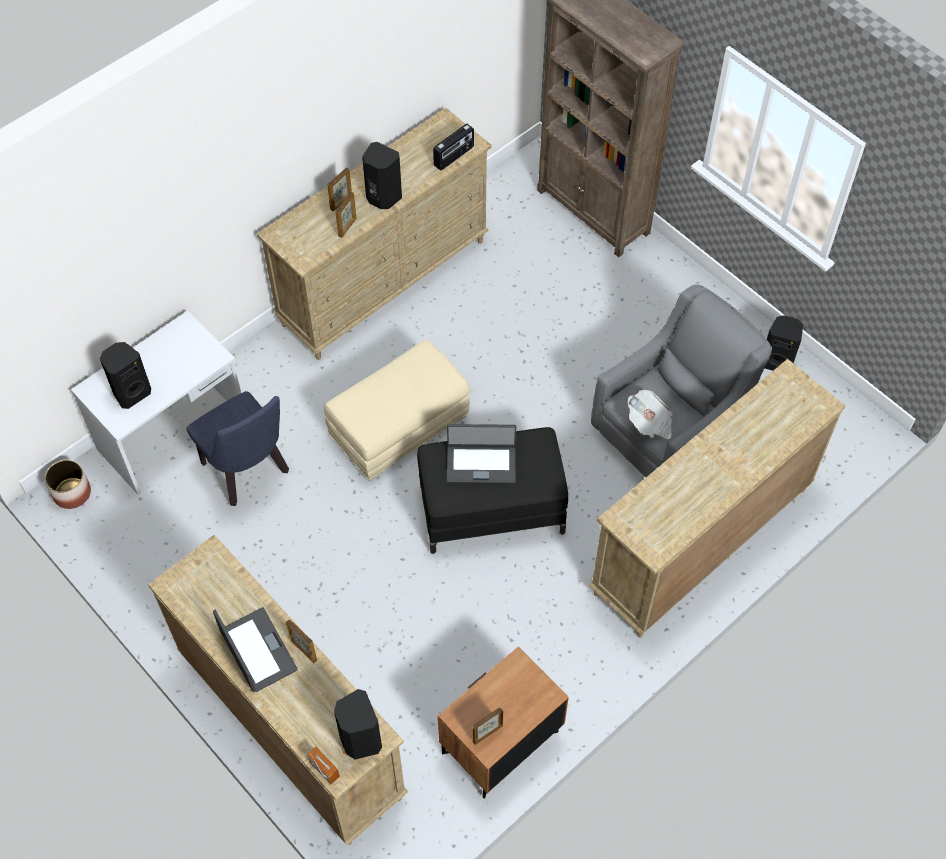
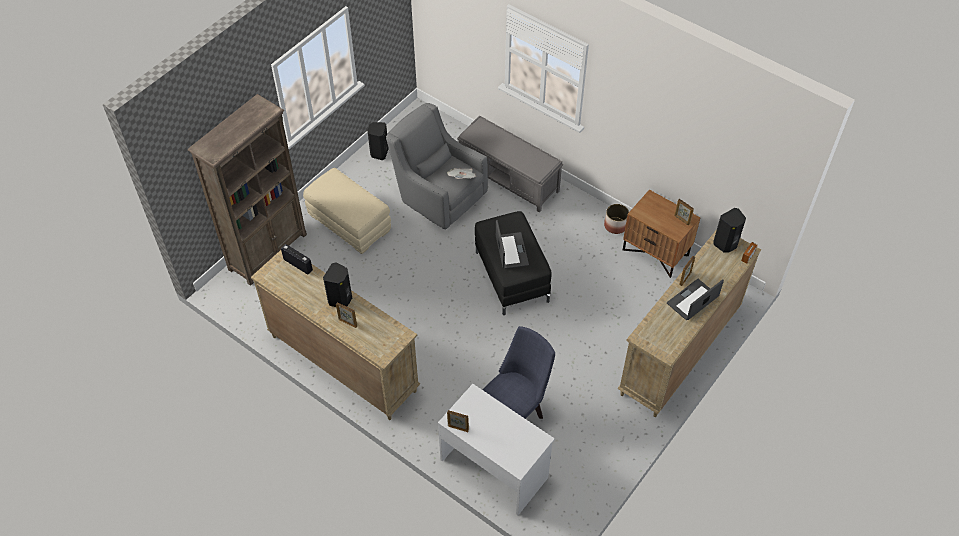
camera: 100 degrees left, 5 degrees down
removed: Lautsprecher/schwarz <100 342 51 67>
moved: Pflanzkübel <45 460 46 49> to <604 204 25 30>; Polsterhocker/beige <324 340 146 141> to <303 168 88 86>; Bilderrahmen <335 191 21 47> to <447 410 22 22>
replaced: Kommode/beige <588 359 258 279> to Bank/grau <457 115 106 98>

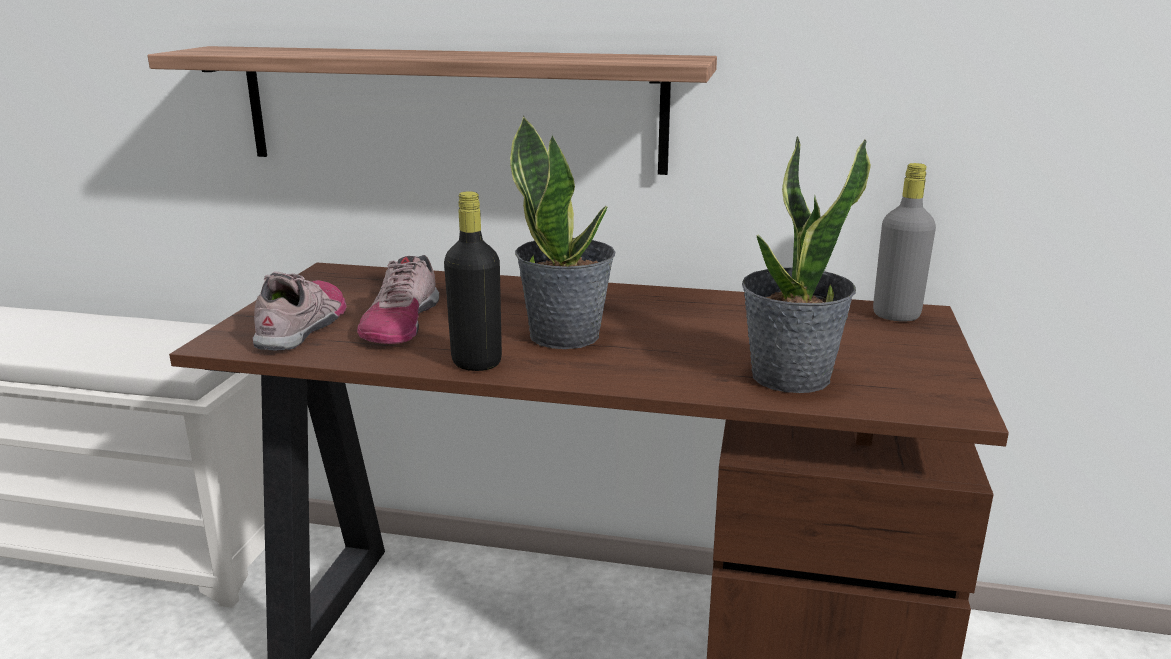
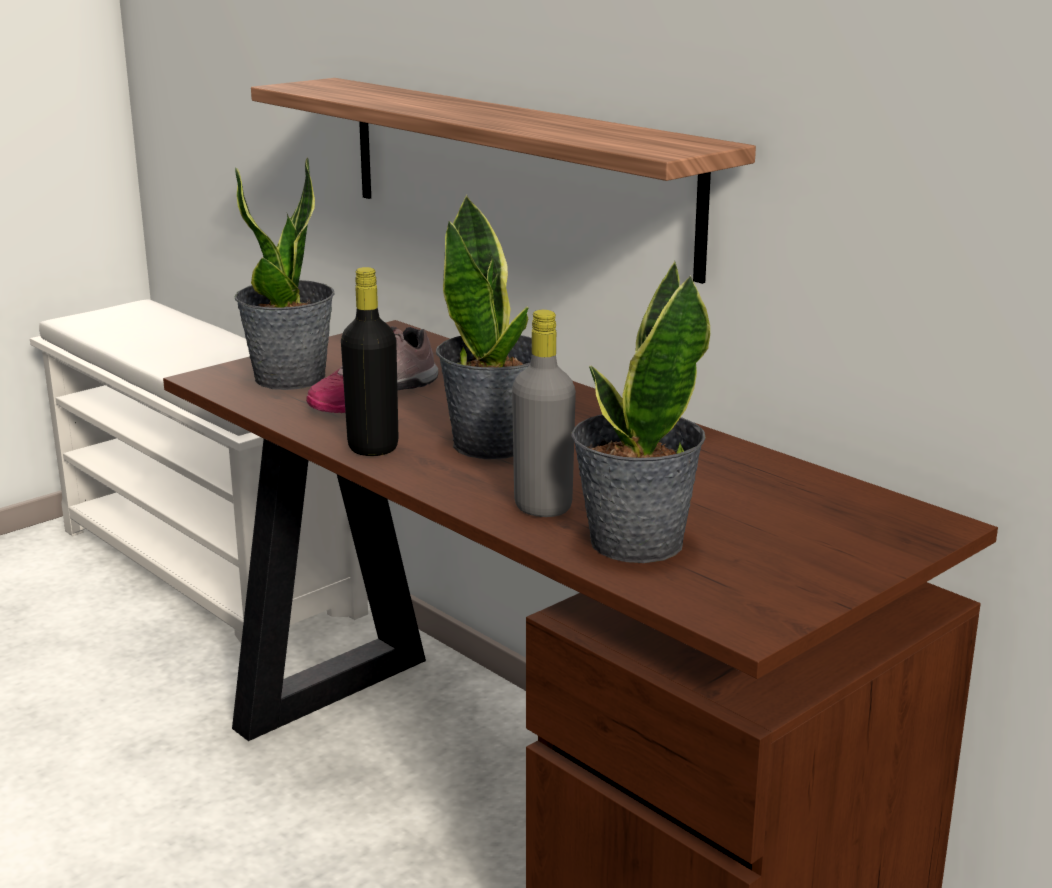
camera: 35 degrees right, 0 degrees up
moved: Flasche/grau <873 163 63 159> to <512 310 64 207>
replaced: Schuh <253 272 93 79> to Topfpflanze <234 157 100 233>

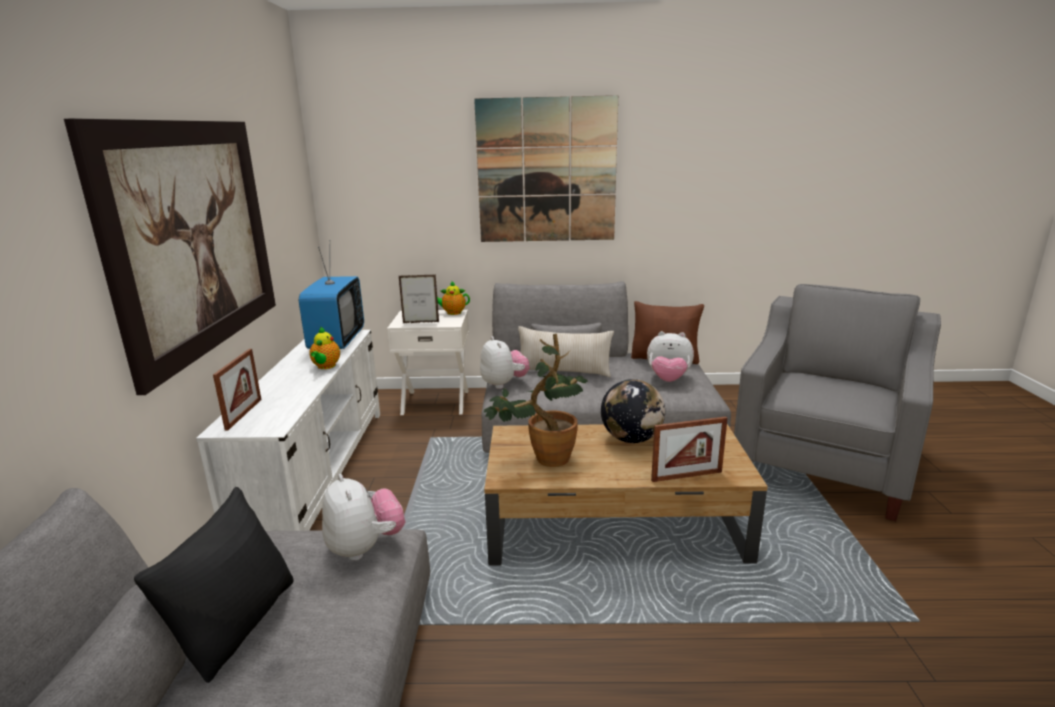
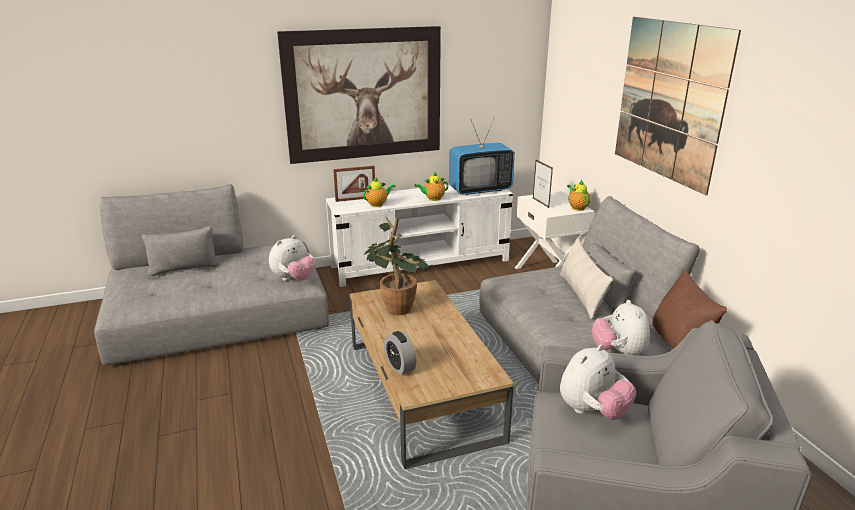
camera: 70 degrees right, 5 degrees up
removed: Kissen/schwarz <134 487 159 196>; Globus <601 379 64 64>
added: Teekanne <363 176 32 31>
moved: Plüschtier <480 336 50 53> to <560 344 76 76>
replaced: Bilderrahmen <651 417 76 65> to Wecker <384 331 32 44>

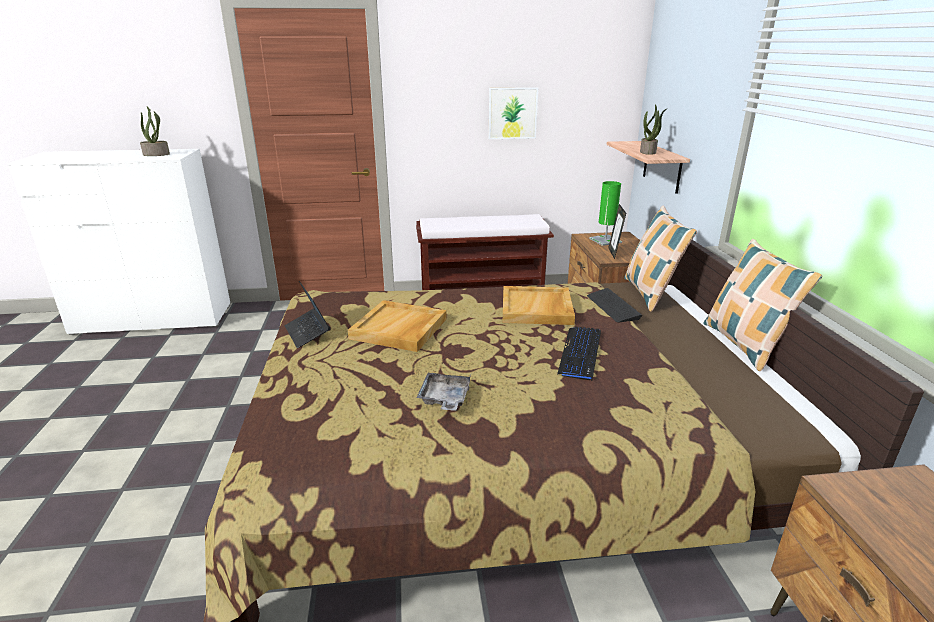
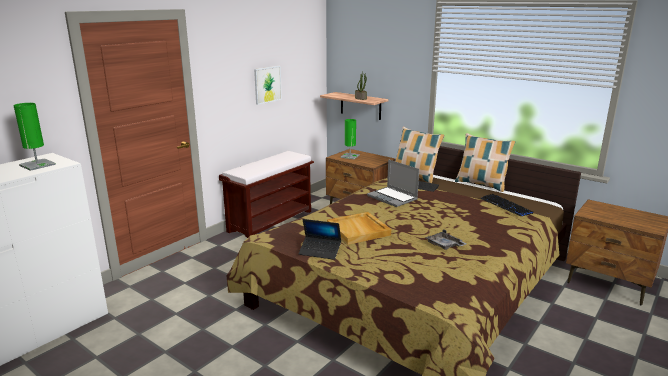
camera: 45 degrees left, 5 degrees down
removed: Bilderrahmen <608 204 18 55>
moved: Tastatur <557 327 44 54> to <480 194 53 22>
replaced: Topfpflanze <140 106 30 50> to Tischlampe/grün <13 103 43 68>; Tablett/beige <503 286 72 39> to Laptop <367 159 52 48>

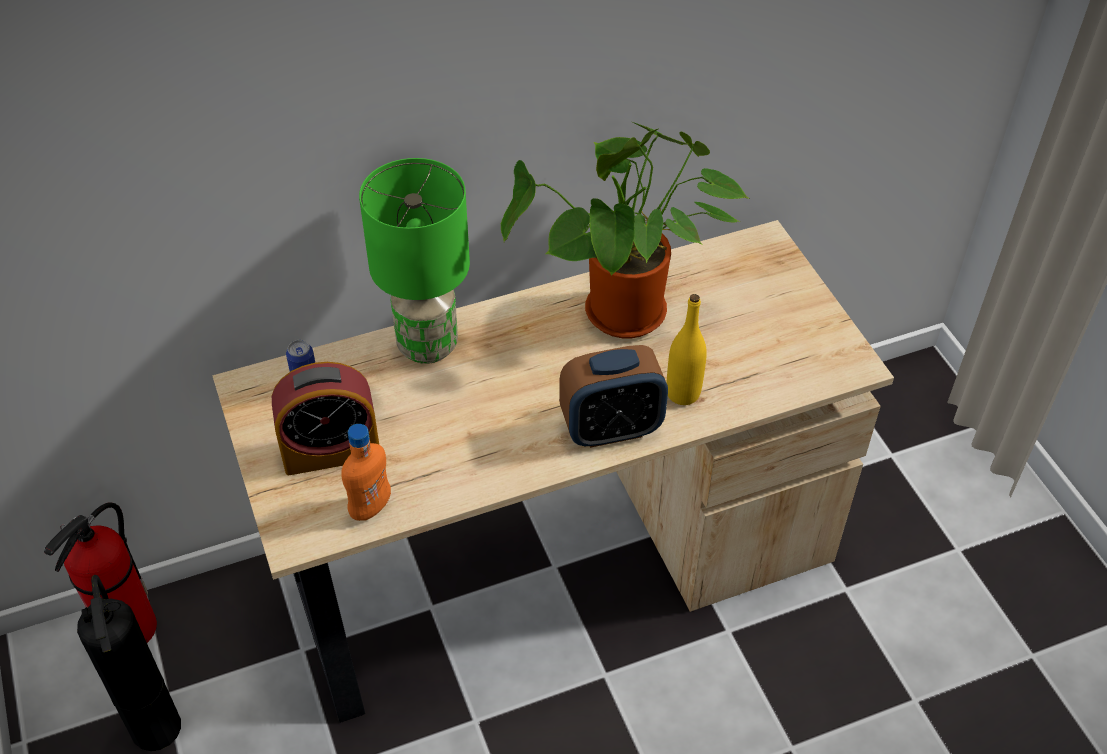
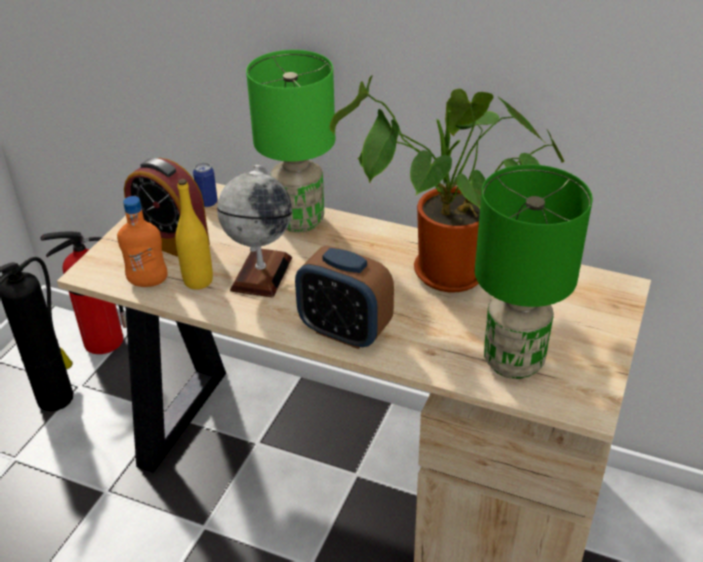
camera: 45 degrees right, 10 degrees down
added: Globus <217 165 75 133>; Tischlampe/grün <475 165 118 214>
moved: Flasche/gelb <667 294 40 111> to <175 179 38 111>

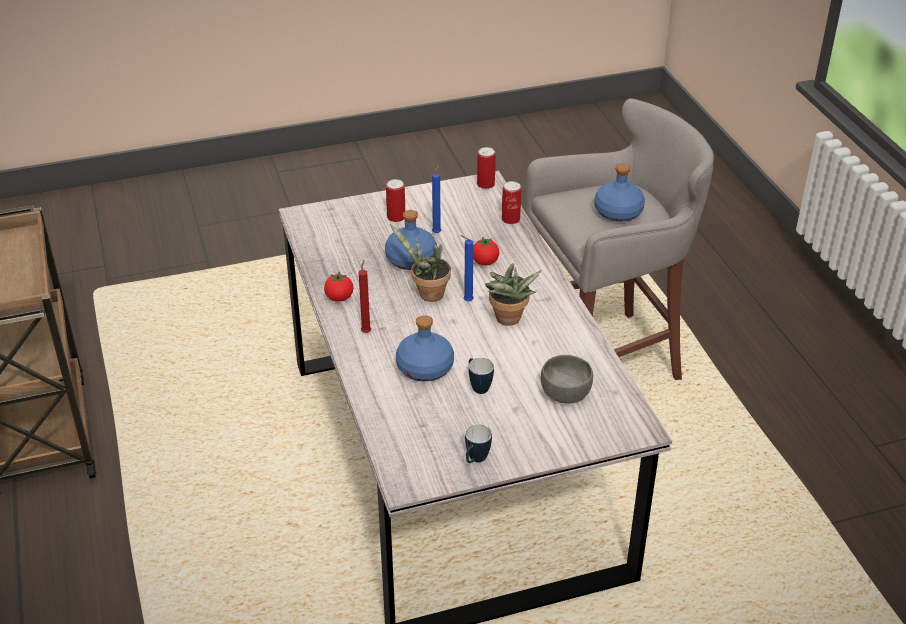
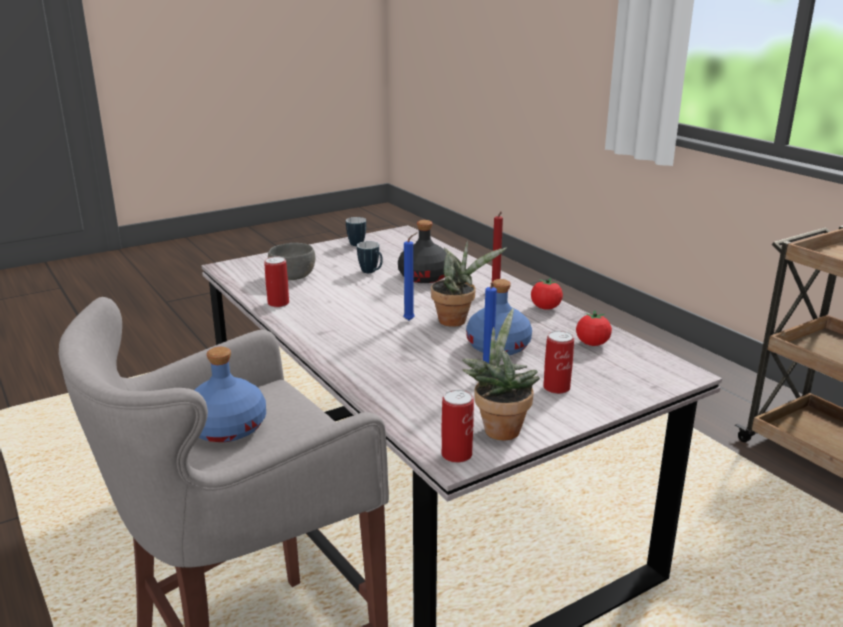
camera: 165 degrees right, 15 degrees down
moved: Tomate <473 237 26 29> to <576 310 36 36>; Topfpflanze <485 263 57 63> to <462 308 78 133>; Dose <502 181 19 43> to <264 256 25 51>
recoloured: Flasche/blau <396 315 58 67> to Flasche/schwarz <398 220 53 63>

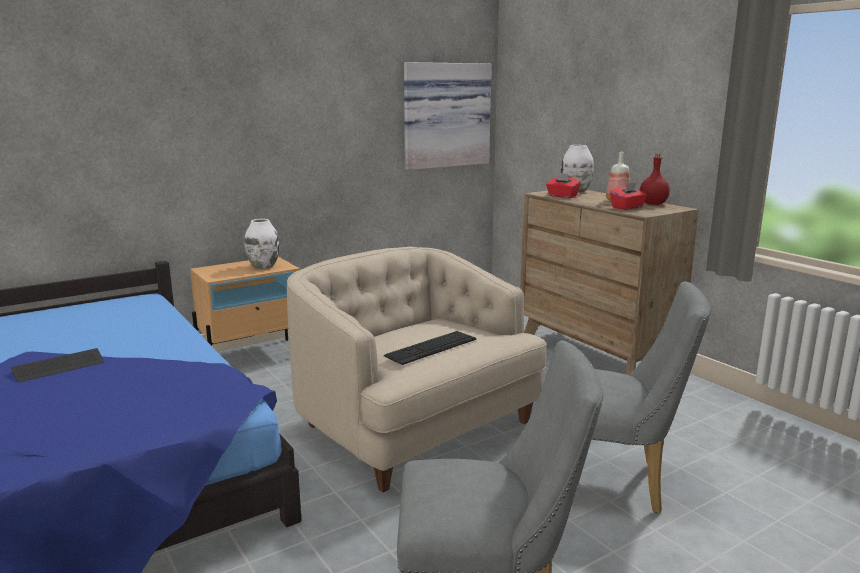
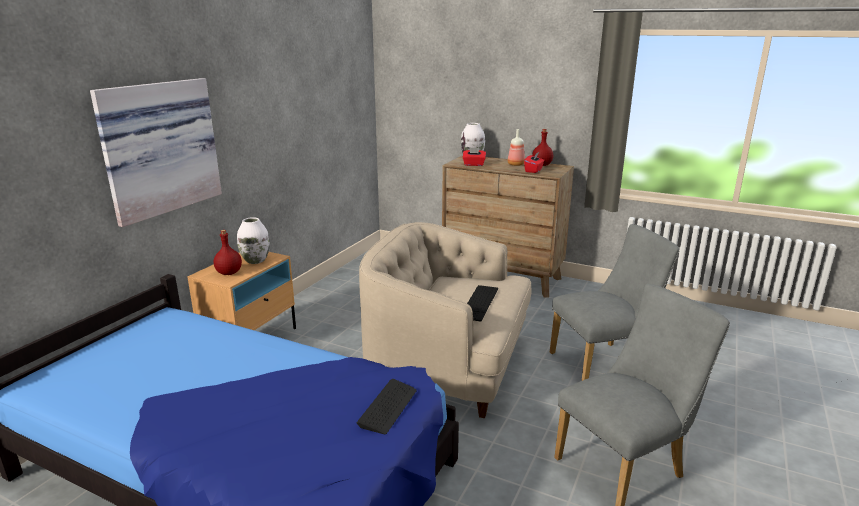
camera: 30 degrees left, 5 degrees up
added: Flasche/rot <214 230 28 45>
moved: Tastatur <10 348 94 34> to <356 379 61 56>; Bild <404 62 87 108> to <90 78 132 149>

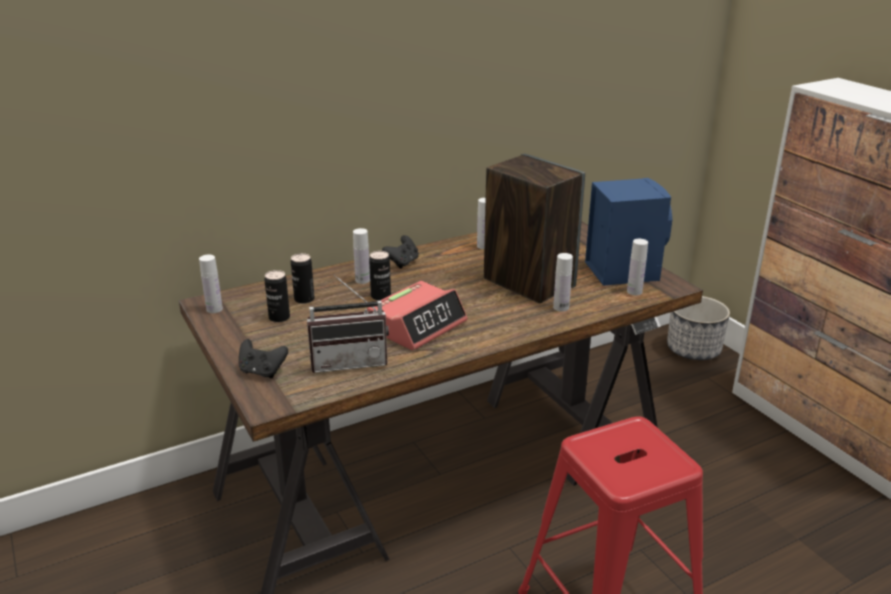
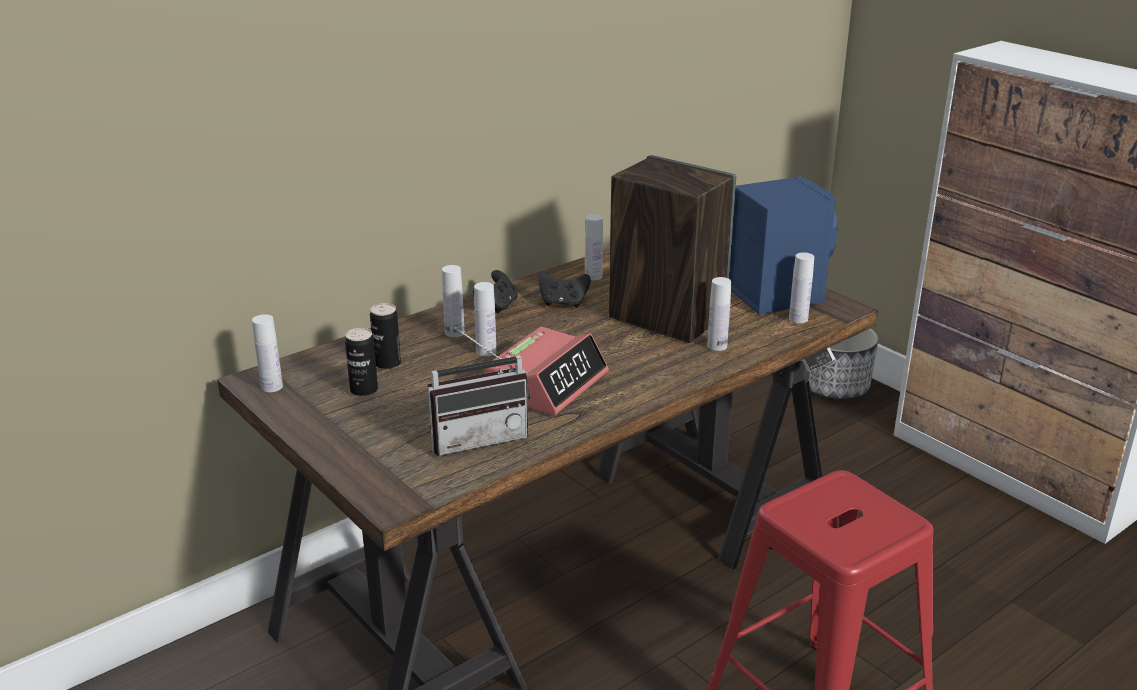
camera: 10 degrees left, 0 degrees up
moved: Gamepad/schwarz <239 339 49 39> to <539 271 52 37>
replaced: Dose <369 251 22 50> to Flasche/weiß <474 282 22 74>

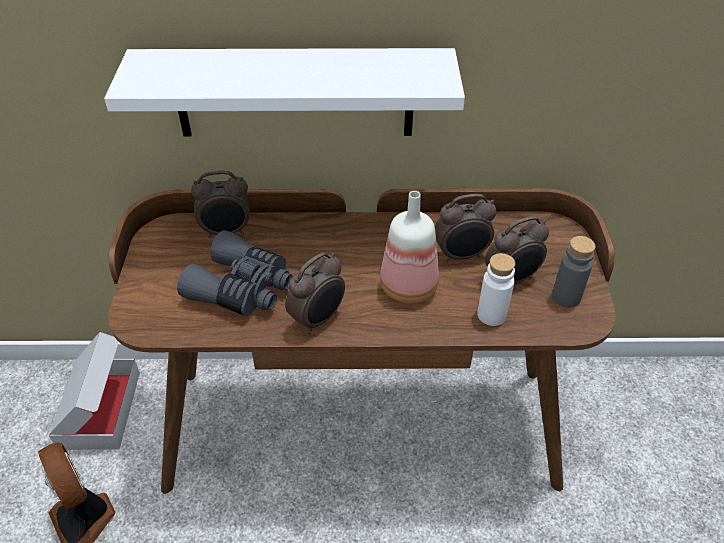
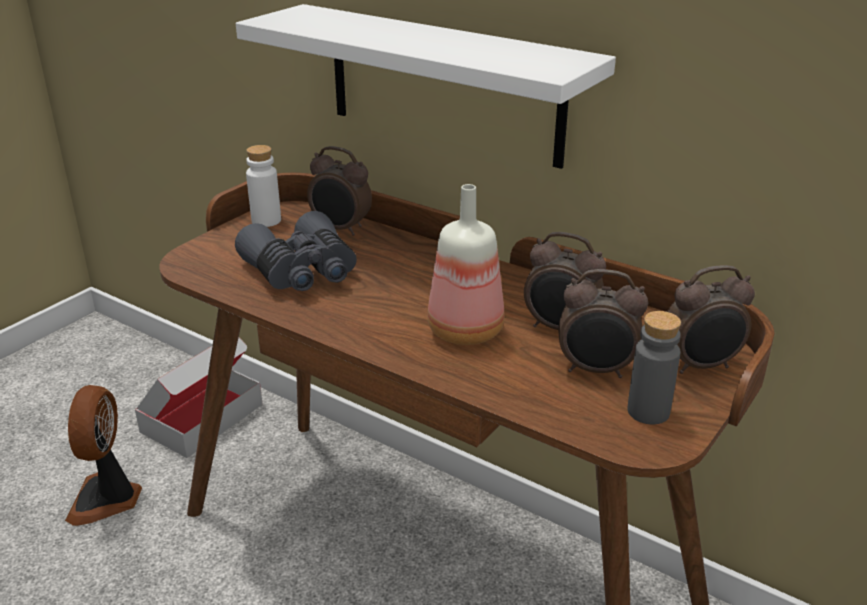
camera: 35 degrees right, 15 degrees down
moved: Wecker <285 252 60 82> to <667 265 88 109>; Flasche/weiß <477 253 38 73> to <246 145 35 82>

